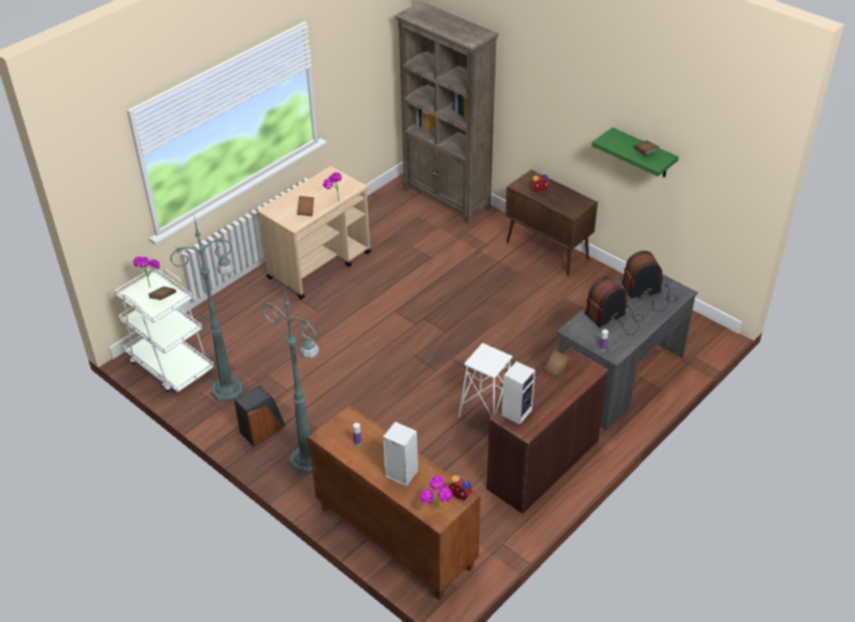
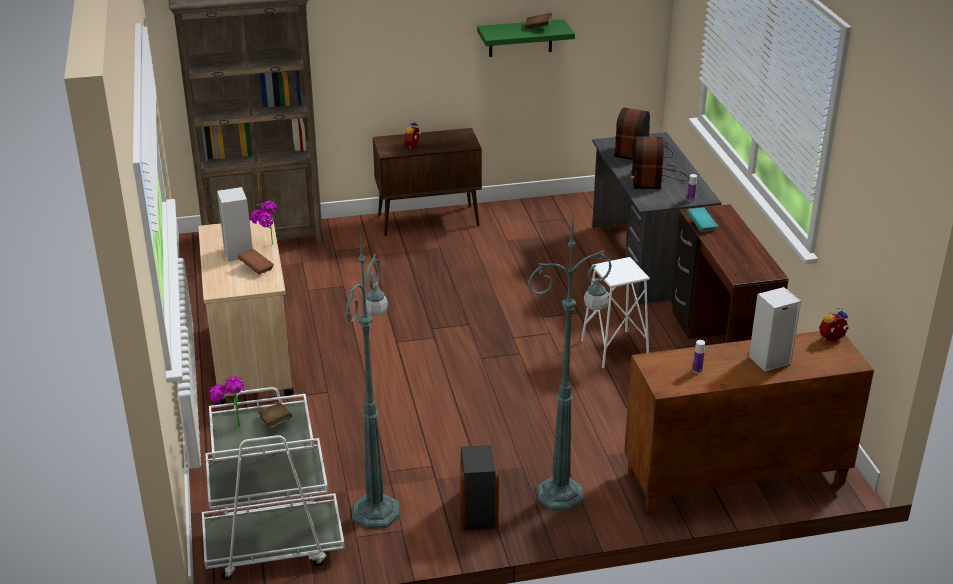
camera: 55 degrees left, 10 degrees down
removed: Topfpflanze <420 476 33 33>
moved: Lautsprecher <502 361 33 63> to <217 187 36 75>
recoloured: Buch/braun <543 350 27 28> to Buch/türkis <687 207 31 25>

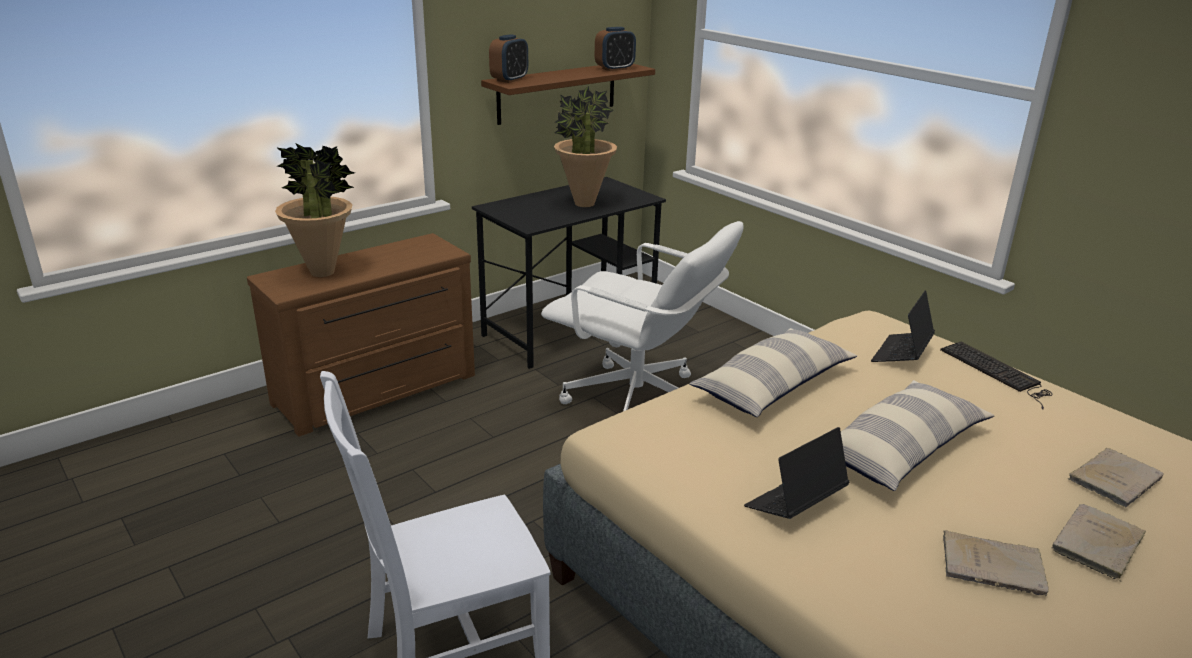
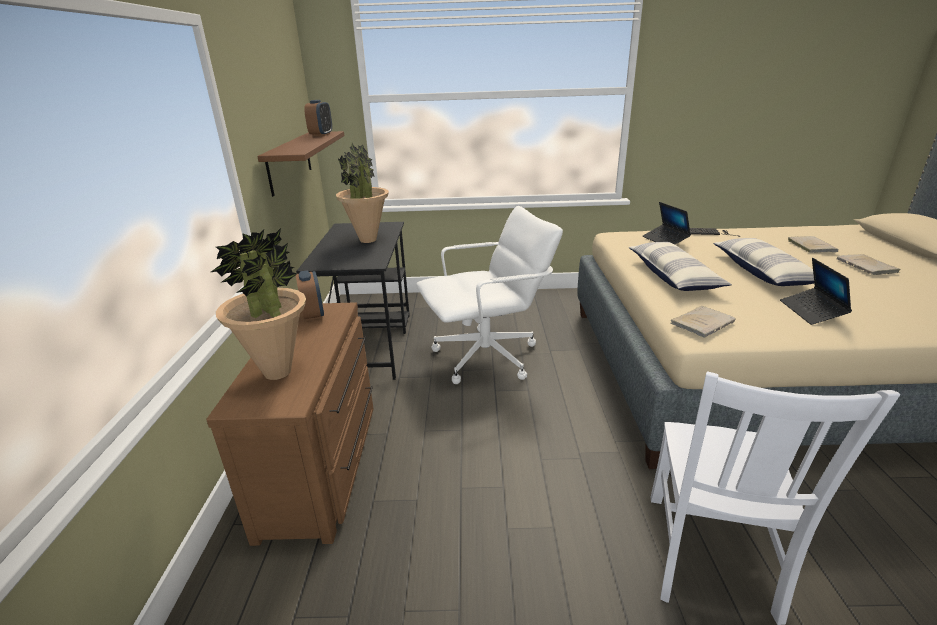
camera: 50 degrees left, 0 degrees up
moved: Wecker <489 34 39 49> to <296 270 28 51>; Buch/beige <943 530 106 66> to <670 306 66 32>

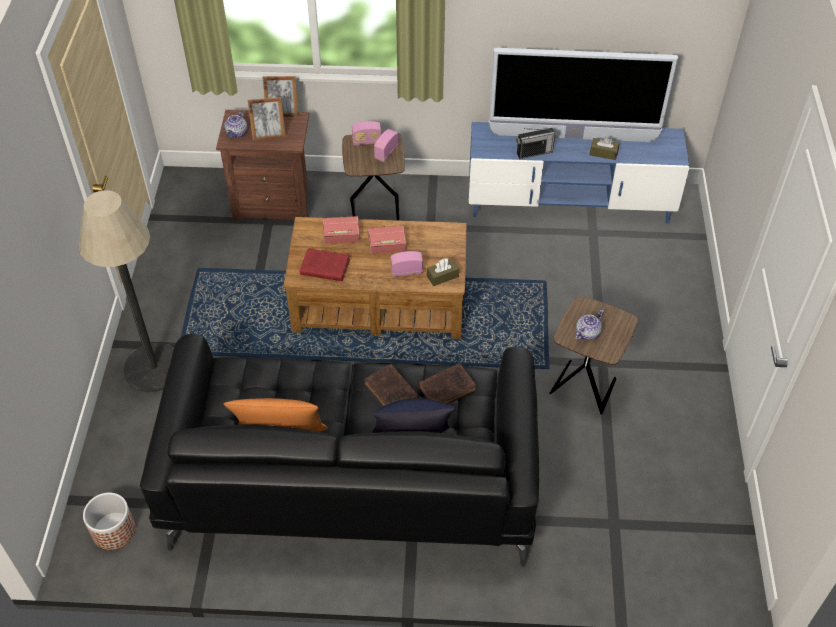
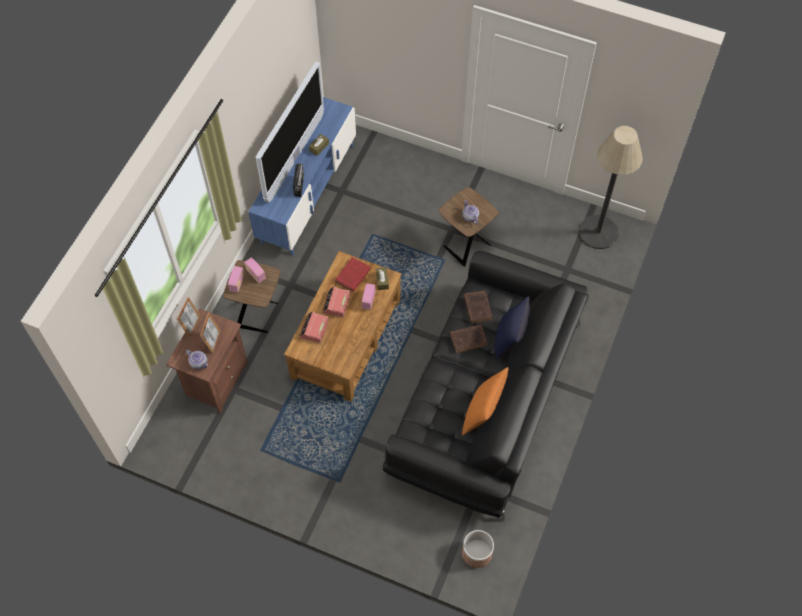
camera: 70 degrees left, 10 degrees up
moved: Stehlampe <78 190 96 202> to <579 126 64 123>; Buch/rot <300 249 50 32> to <335 257 36 35>

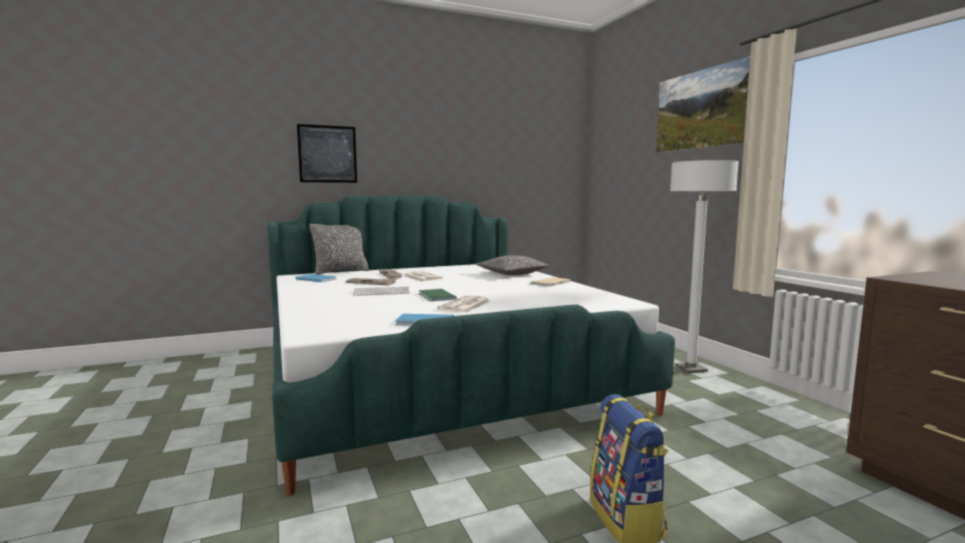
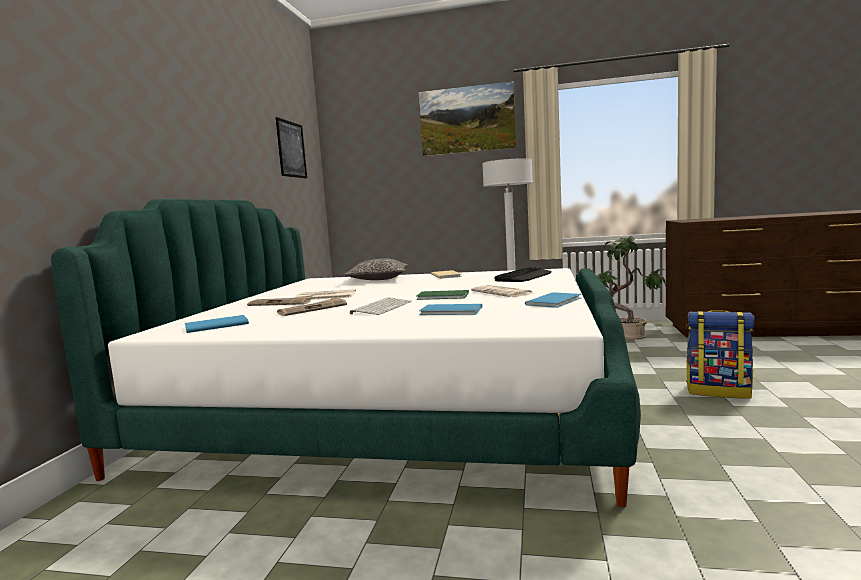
camera: 55 degrees left, 0 degrees up
removed: Kissen <309 224 60 50>
added: Buch/blau <419 304 63 11>; Tastatur <494 267 58 15>; Topfpflanze <597 236 73 104>
moved: Bild <297 124 60 59> to <276 117 31 62>

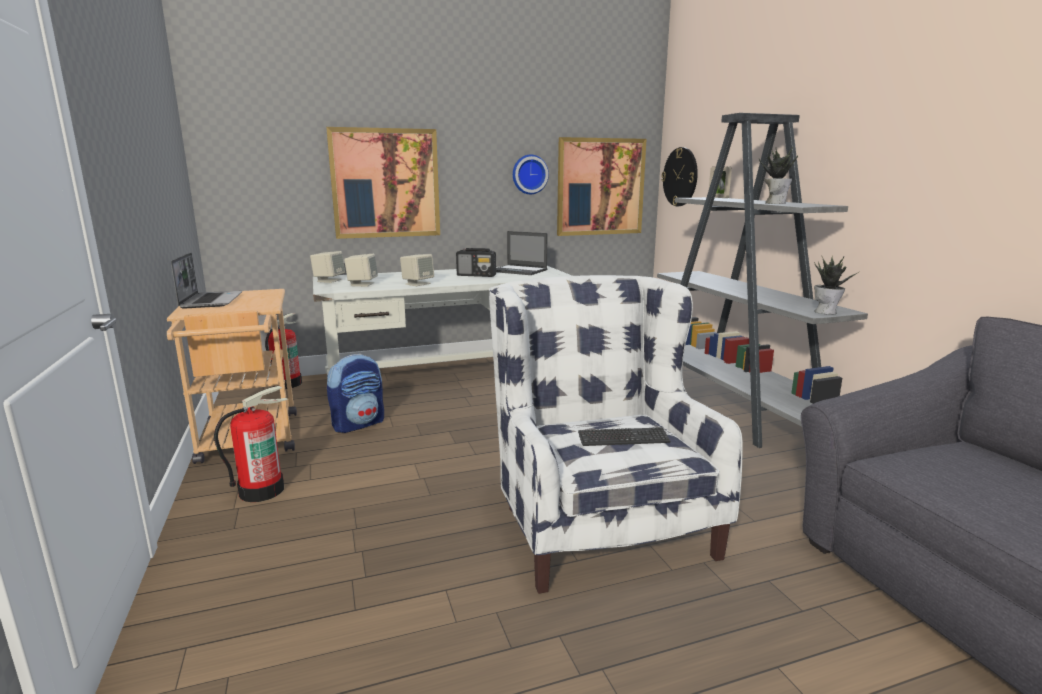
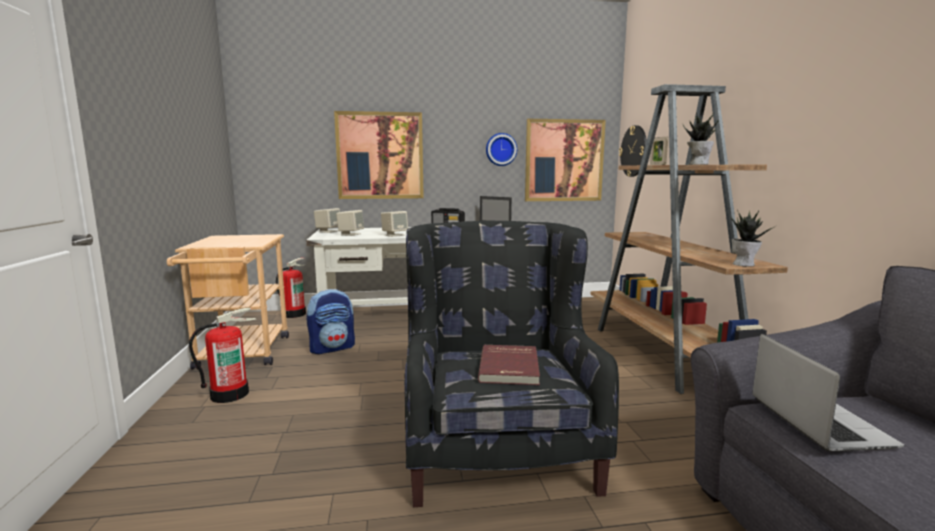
camera: 10 degrees right, 5 degrees down
moved: Laptop <171 252 71 57> to <752 334 152 117>
replaced: Tastatur <578 427 93 19> to Buch/rot <478 345 62 40>
recoloured: Sessel/weiß <489 275 254 319> to Sessel/schwarz <404 221 215 286>; Bücherregal/grau <657 113 211 335> to Bücherregal/braun <591 84 197 310>

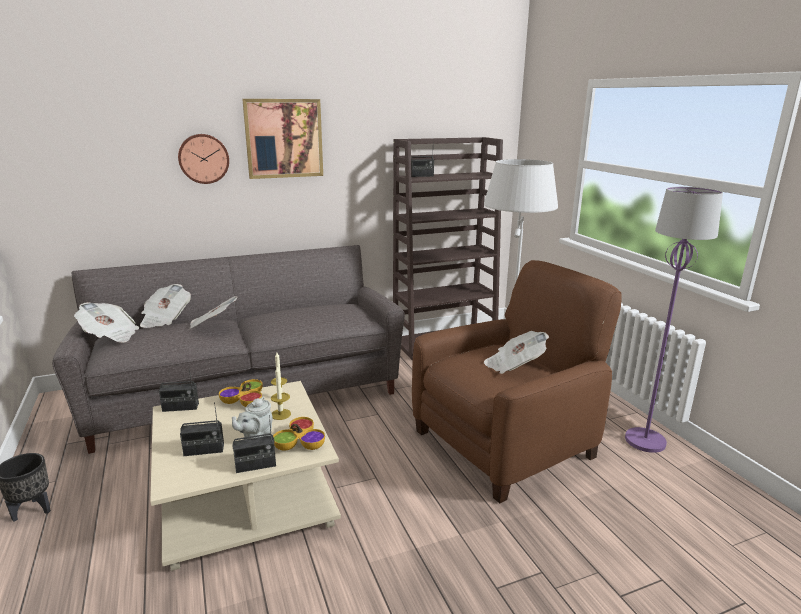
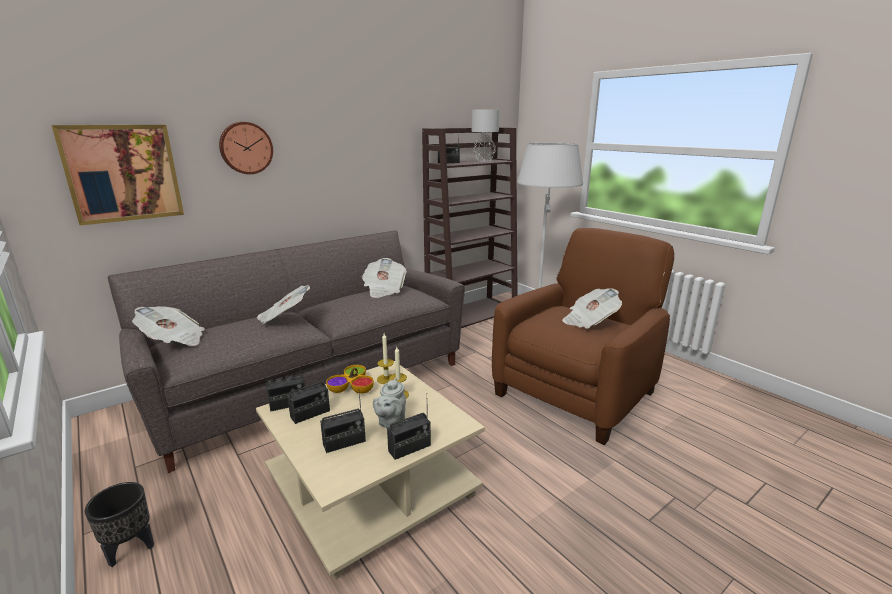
camera: 15 degrees left, 0 degrees up
removed: Schüssel <273 417 52 34>; Stehlampe/lila <625 187 98 266>
added: Radio <287 363 43 61>; Tischlampe/grau <471 109 29 53>
moved: Zeitung <140 284 51 44> to <362 258 45 40>; Bild <242 99 81 80> to <52 125 132 100>

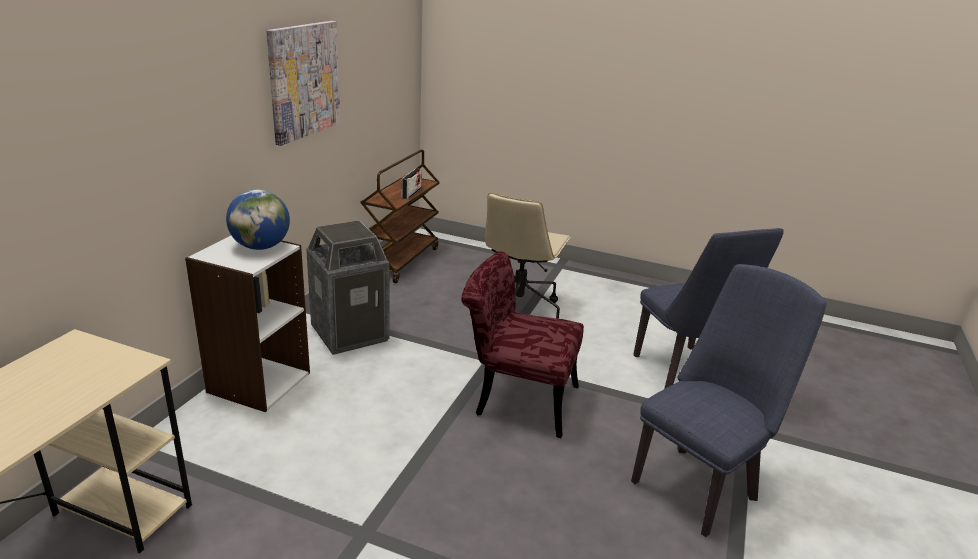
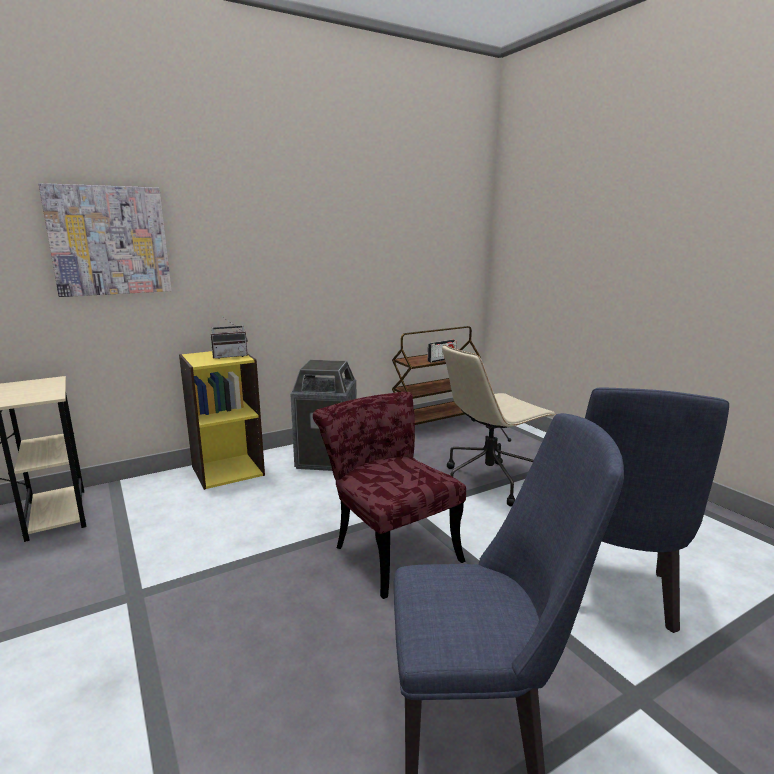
camera: 40 degrees right, 10 degrees down
moved: Bild <266 21 75 125> to <39 183 133 114>
replaced: Globus <226 189 64 61> to Radio <210 317 38 42>
recoloured: Bücherregal/weiß <185 236 125 176> to Bücherregal/gelb <179 351 86 139>

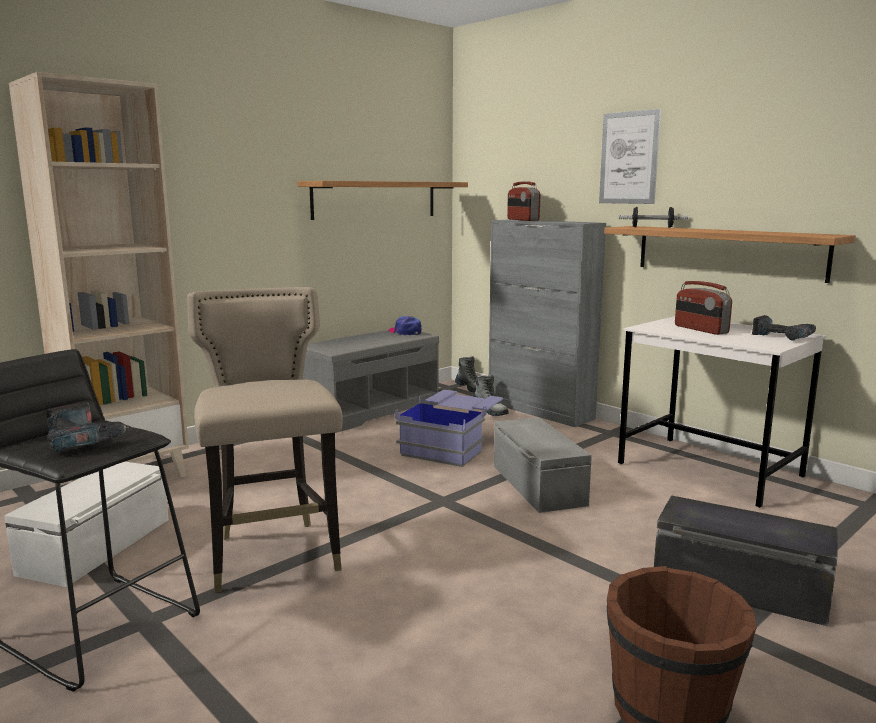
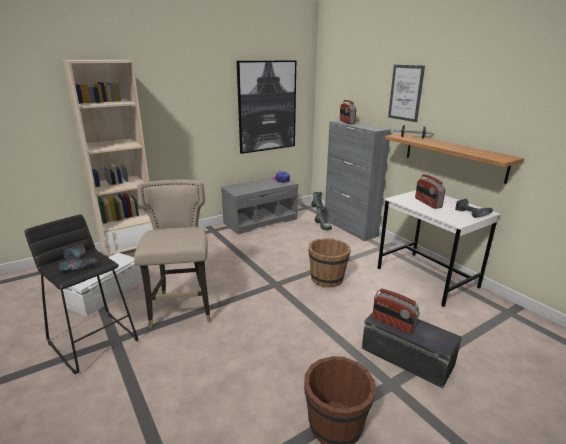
camera: 10 degrees right, 10 degrees up
removed: Aufbewahrungsbox/blau <395 390 108 77>
added: Radio <372 289 48 45>
replaced: Wandregal <297 181 171 39> to Bild <237 60 59 94>; Aufbewahrungsbox/grau <493 417 99 96> to Eimer/braun <308 238 43 49>

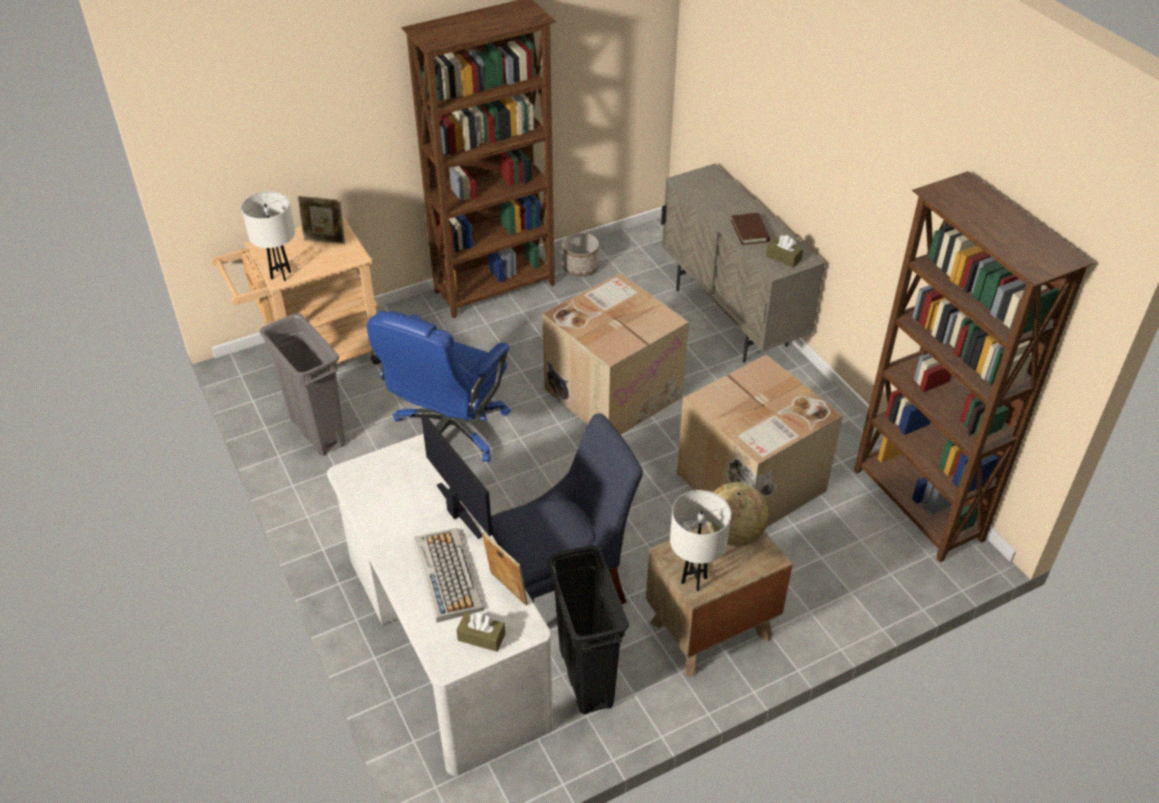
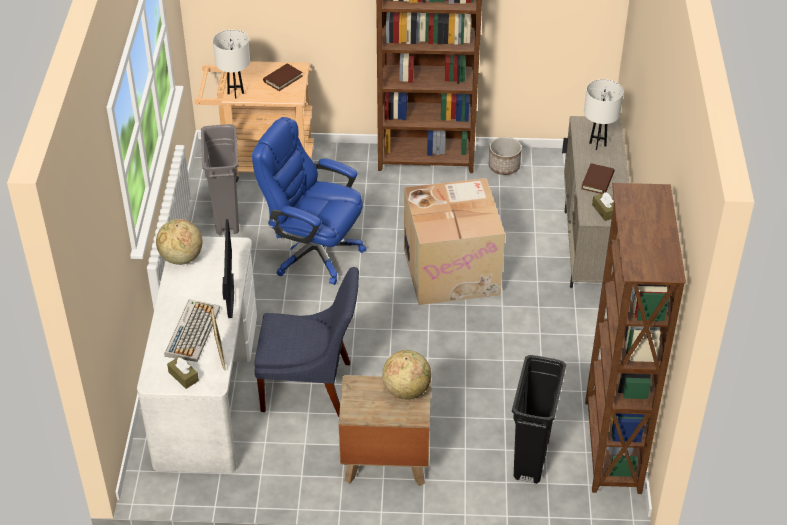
camera: 30 degrees right, 0 degrees up
removed: Karton <677 354 166 174>
added: Globus <156 219 46 46>
moved: Mülleimer/schwarz <547 545 82 170> to <512 355 54 129>; Tischlampe/weiß <670 490 61 101> to <584 79 40 71>
replaced: Bilderrahmen <298 196 47 48> to Buch/braun <263 64 40 27>
turned: Bürostuhl/blau <367 311 144 151> = <252 117 115 168> 60 degrees clockwise

